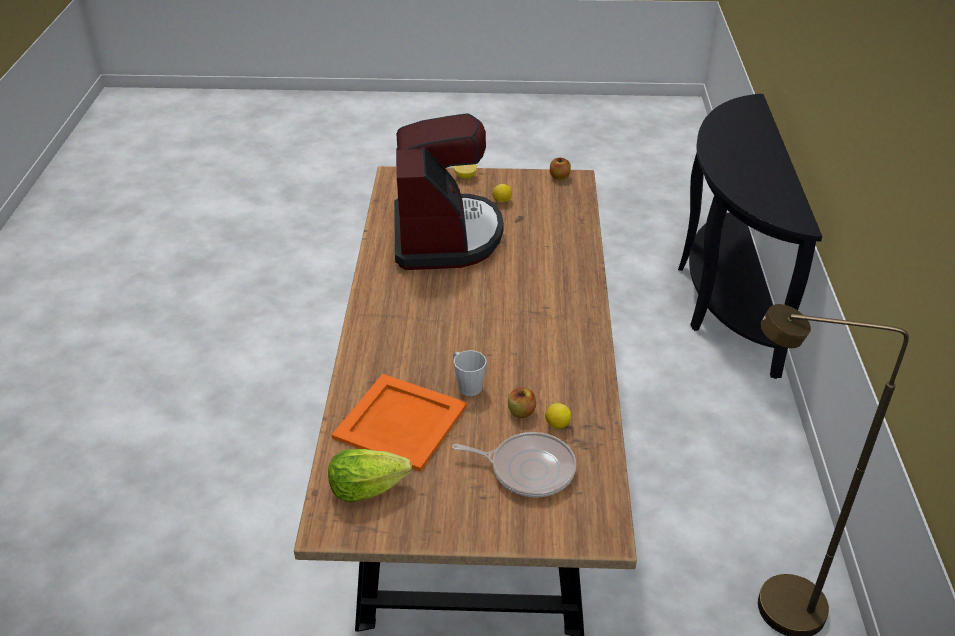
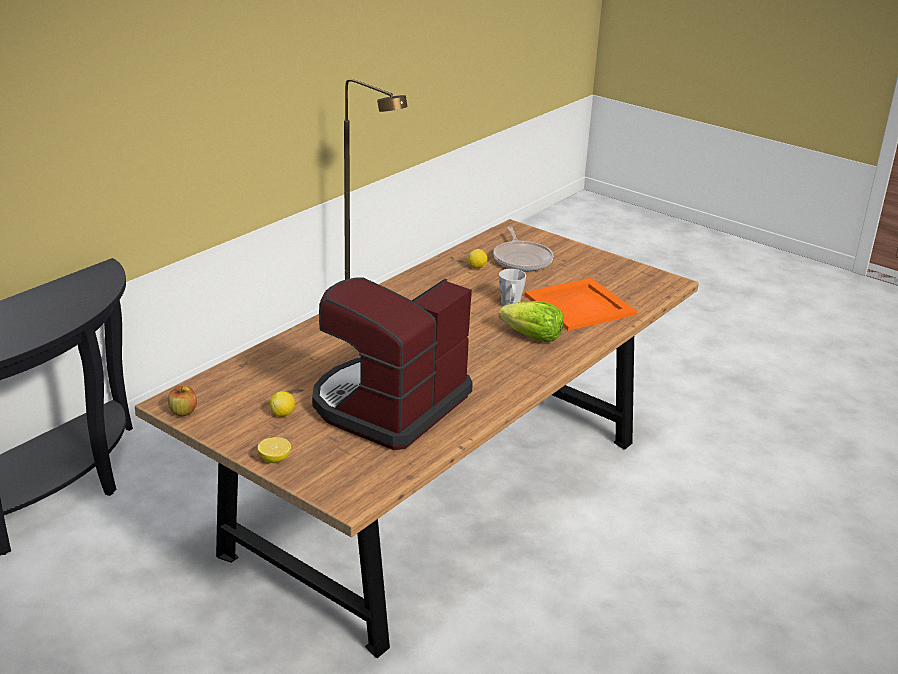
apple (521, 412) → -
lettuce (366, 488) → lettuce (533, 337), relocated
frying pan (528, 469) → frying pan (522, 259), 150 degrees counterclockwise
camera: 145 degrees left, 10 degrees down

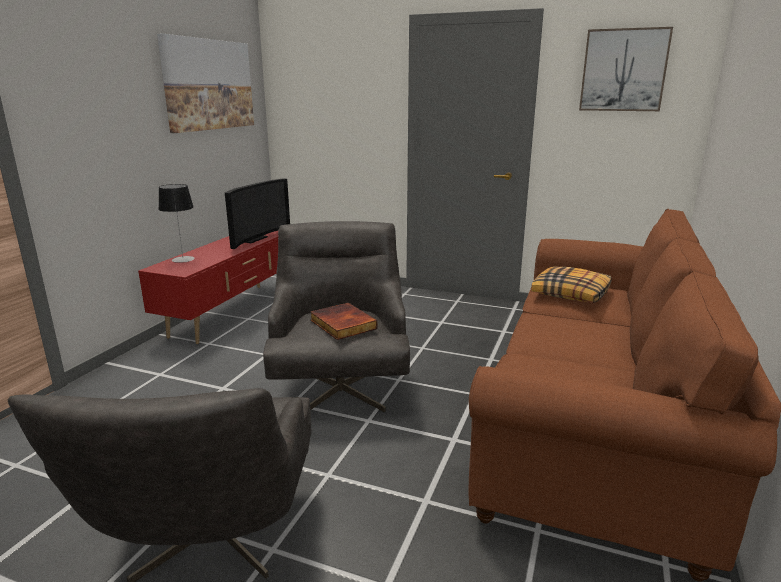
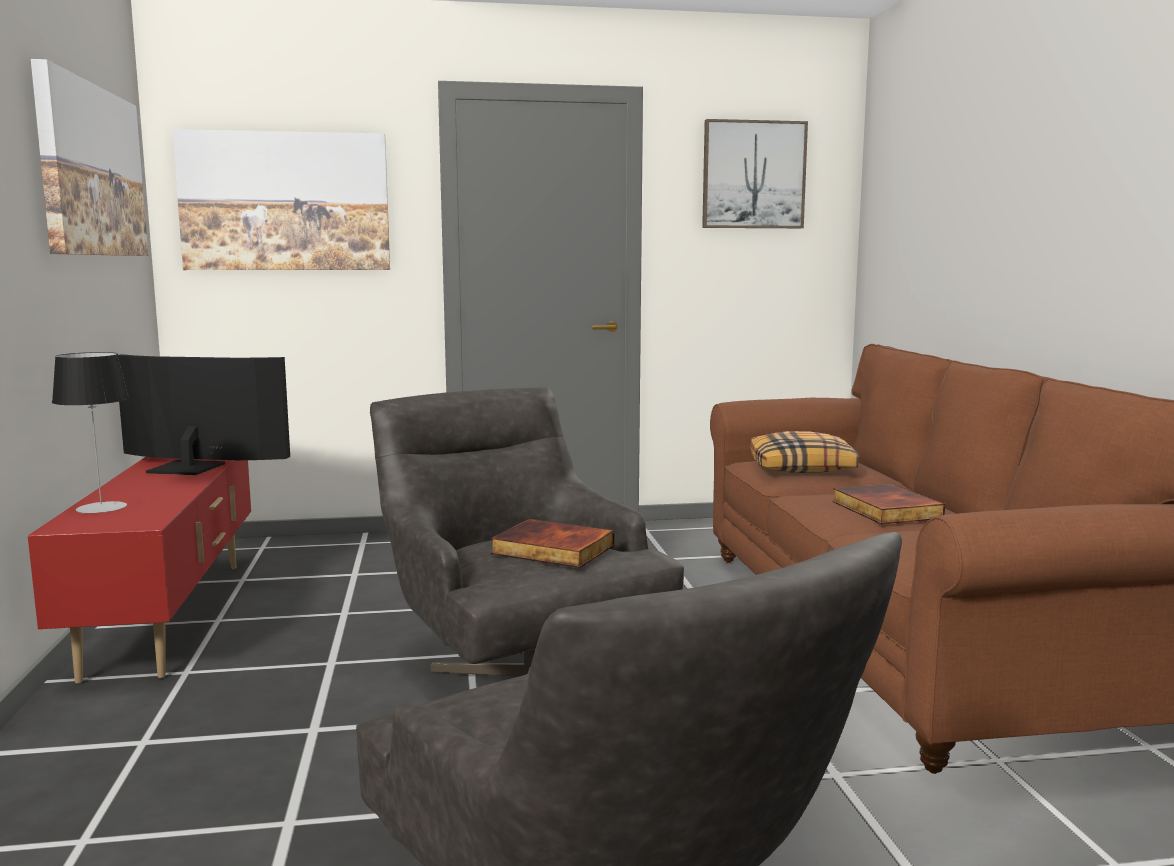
- → picture (285, 202)
- → book (884, 510)
television (252, 239) → television (193, 466), 75 degrees counterclockwise
camera: 30 degrees left, 10 degrees down

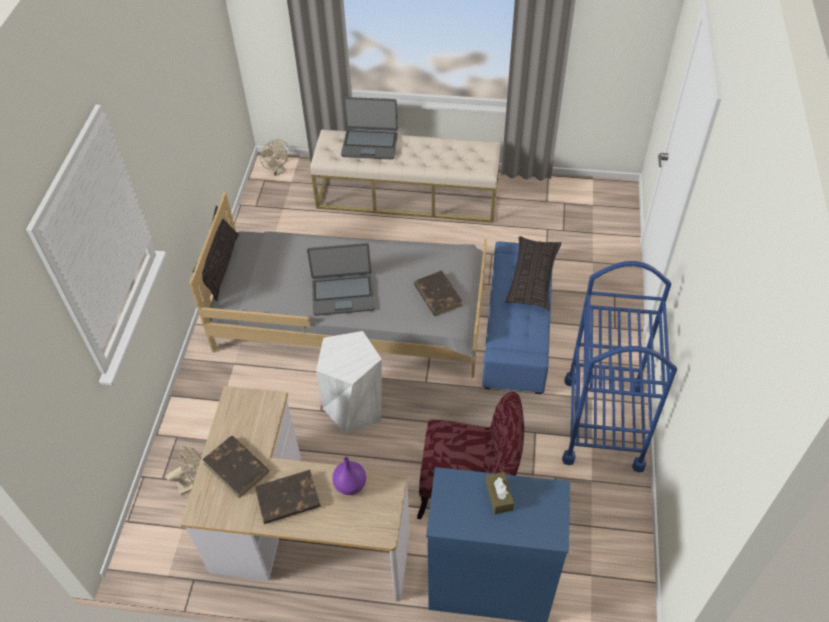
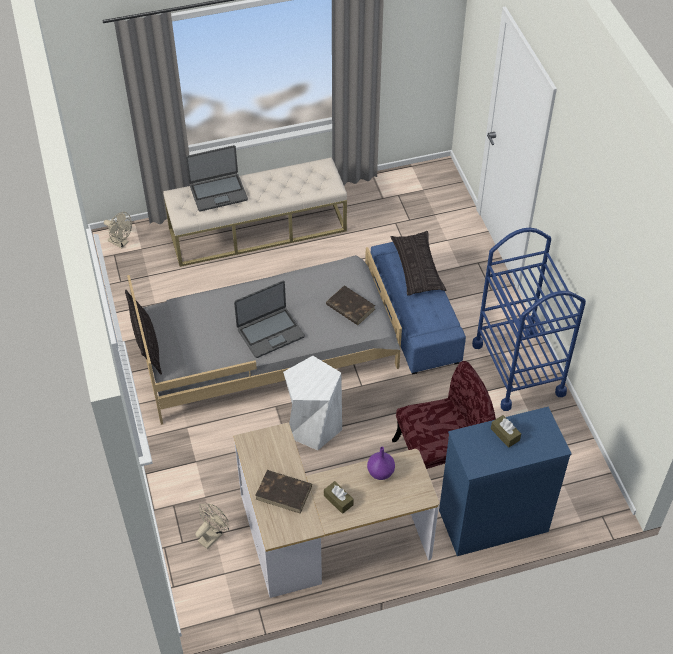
brown book (287, 499) → brown tissue box (338, 500)
camera: 25 degrees left, 0 degrees up

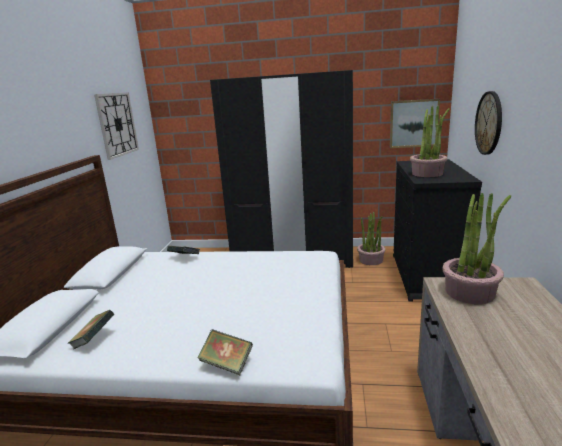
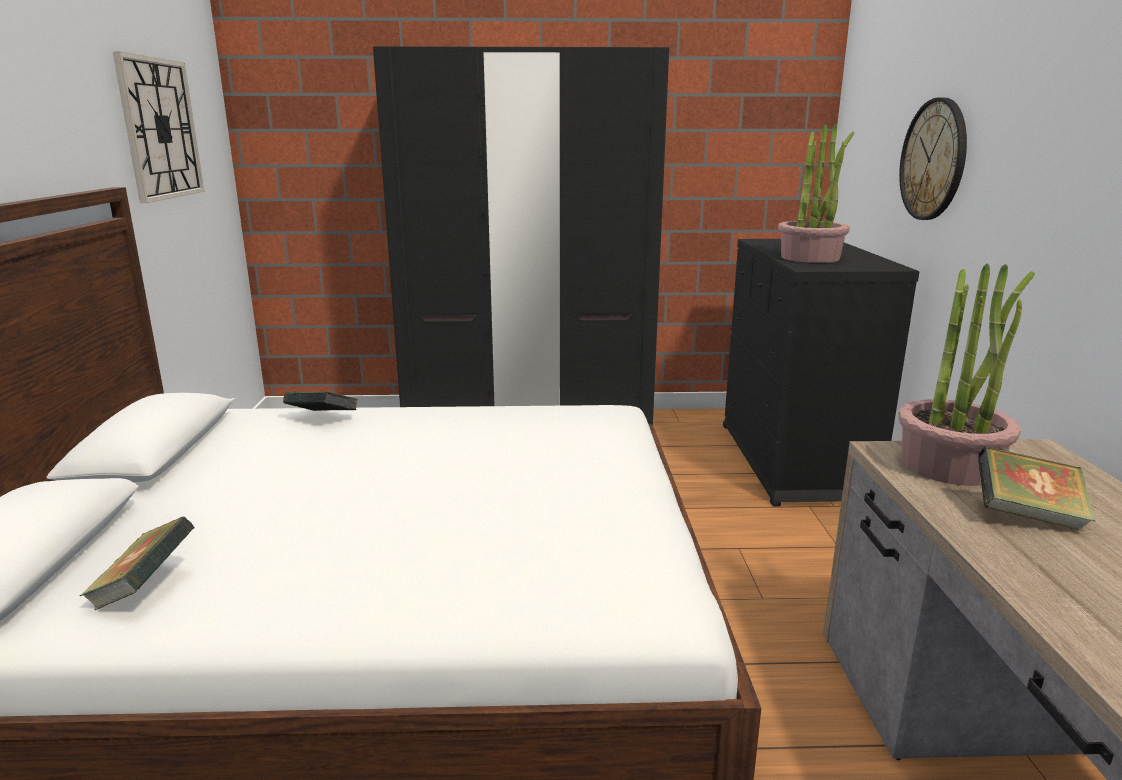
potted plant (371, 260) → -
picture (413, 123) → -
book (227, 364) → book (1027, 515), relocated
camera: 10 degrees left, 0 degrees up

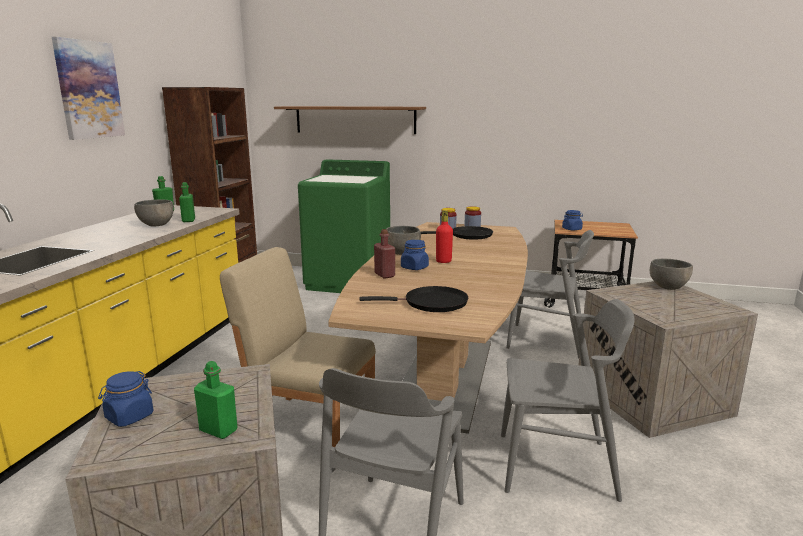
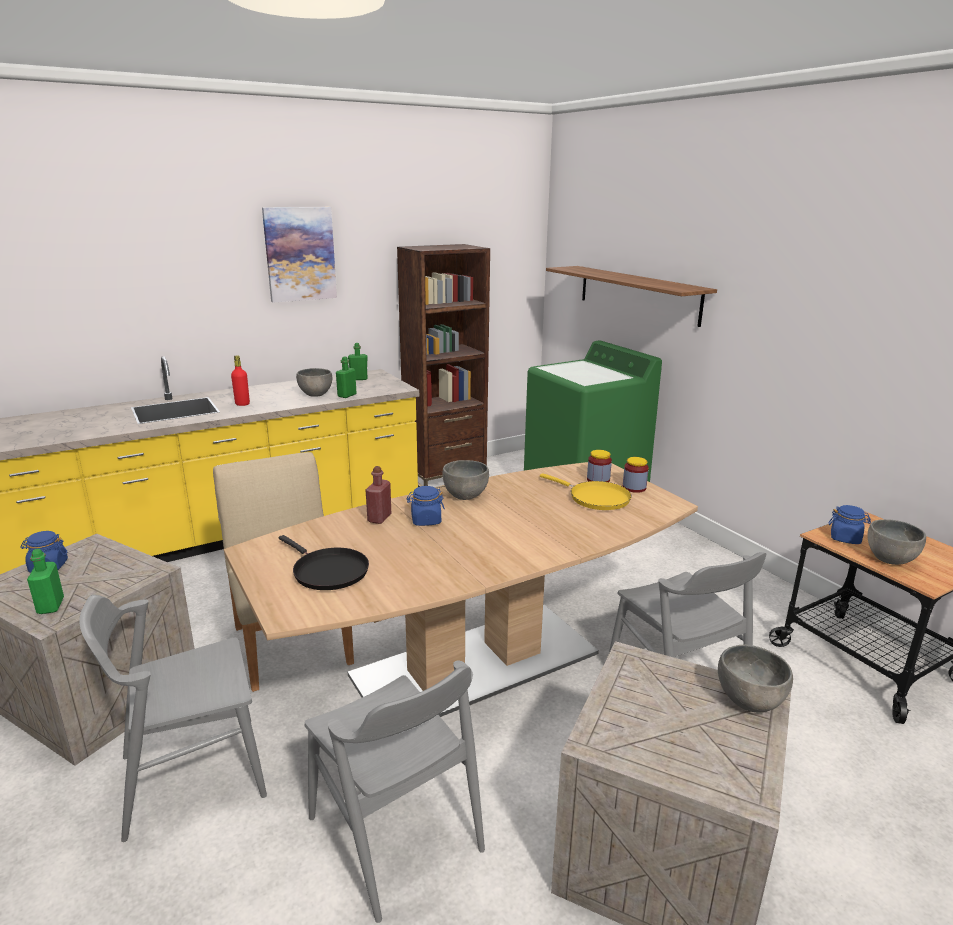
- → grey bowl (890, 559)
red bottle (443, 261) → red bottle (242, 404), relocated
black frying pan (467, 235) → yellow frying pan (595, 498)
camera: 45 degrees right, 5 degrees up

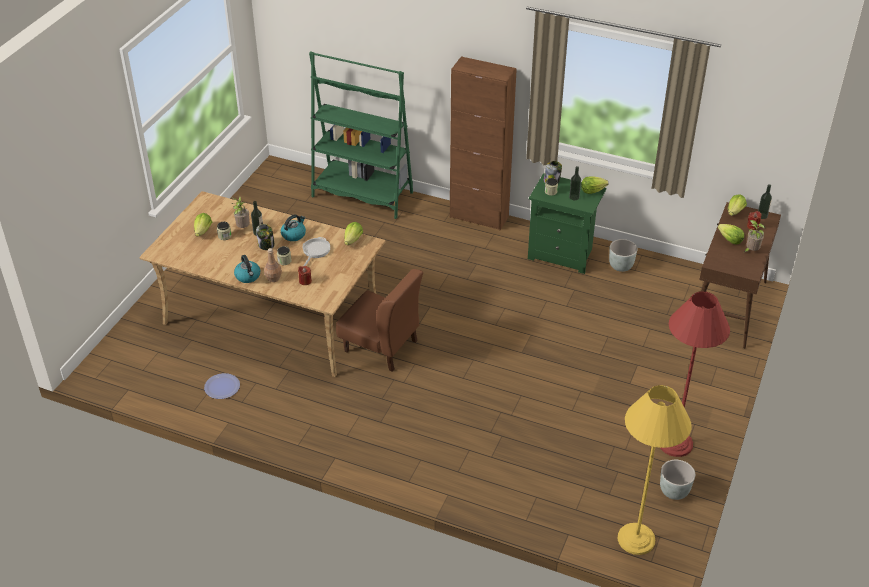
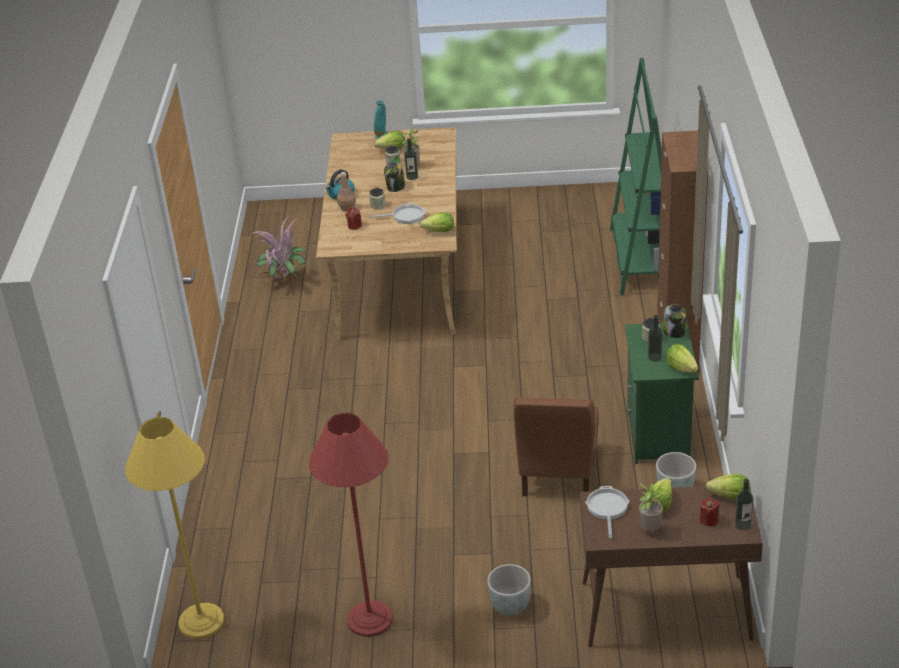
kettle (294, 234) → -
- → turquoise vase (381, 135)
- → frying pan (607, 508)
brown chair (381, 346) → brown chair (557, 472), relocated
grey planter (674, 491) → grey planter (511, 606), relocated
plate (222, 387) → potted plant (283, 281)
camera: 70 degrees right, 5 degrees down

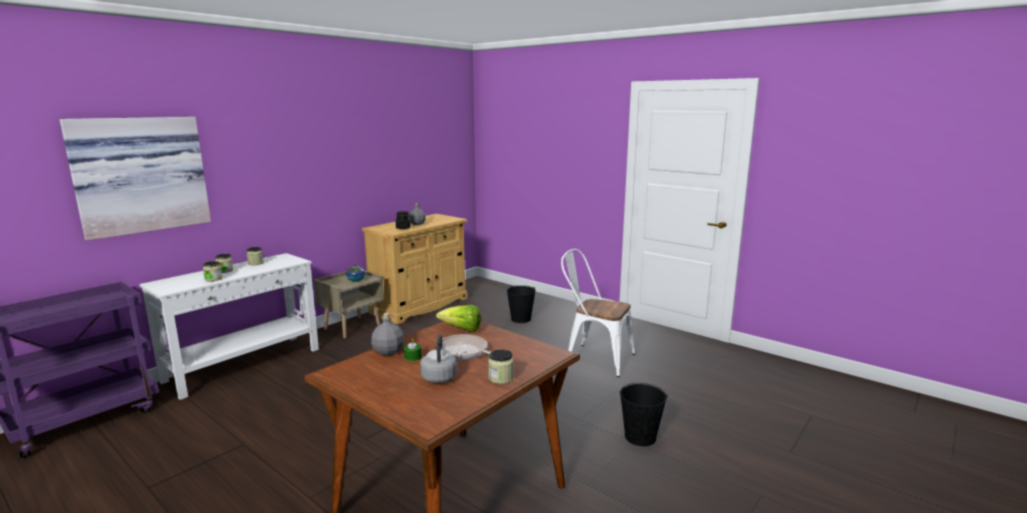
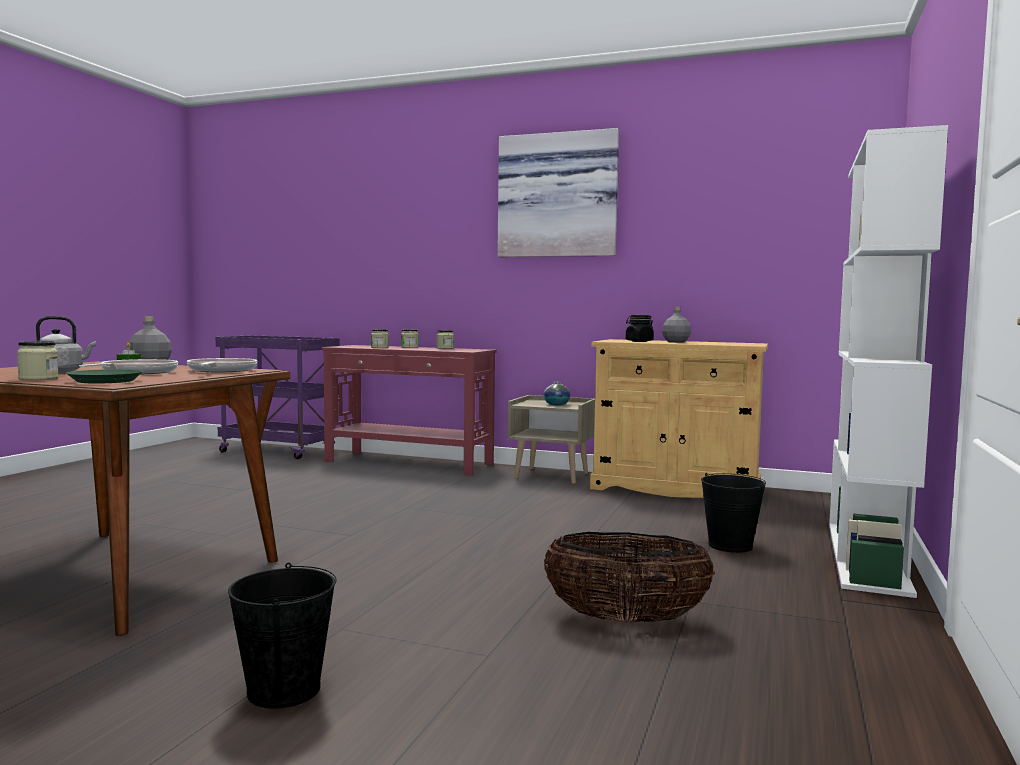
- → green plate (106, 381)
- → white bookcase (868, 557)
picture (140, 175) → picture (558, 196), relocated
lettuce (462, 330) → frying pan (220, 371)
white chair (594, 358) → basket (626, 620)
white console table (245, 365) → red console table (409, 463)
camera: 70 degrees right, 10 degrees down

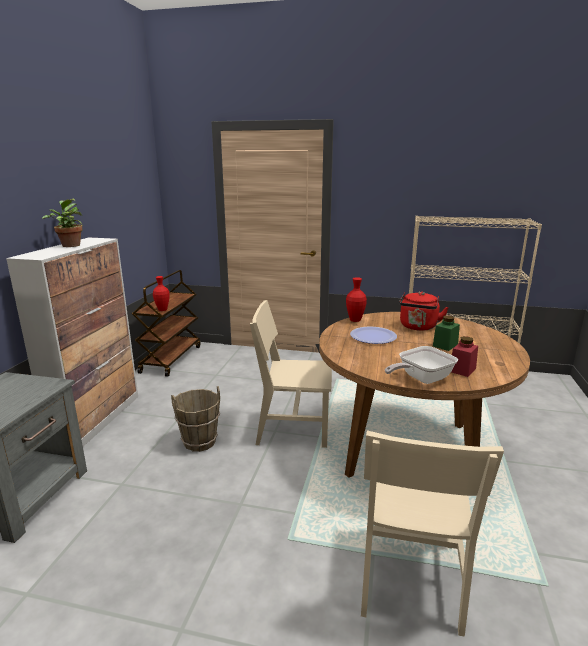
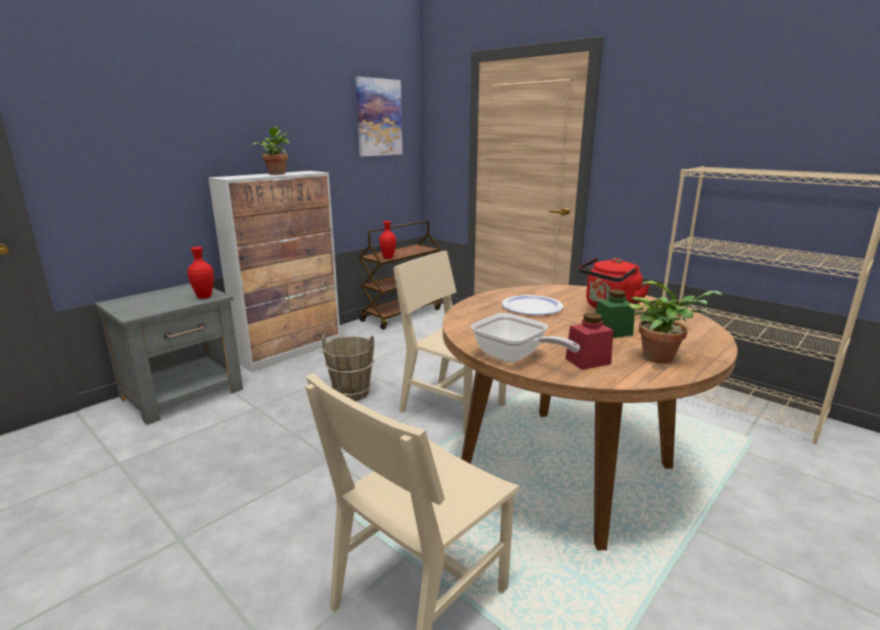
- → picture (378, 117)
- → potted plant (662, 357)
red vase (355, 320) → red vase (204, 297), relocated
frying pan (421, 379) → frying pan (514, 357), 135 degrees counterclockwise
camera: 30 degrees right, 0 degrees up

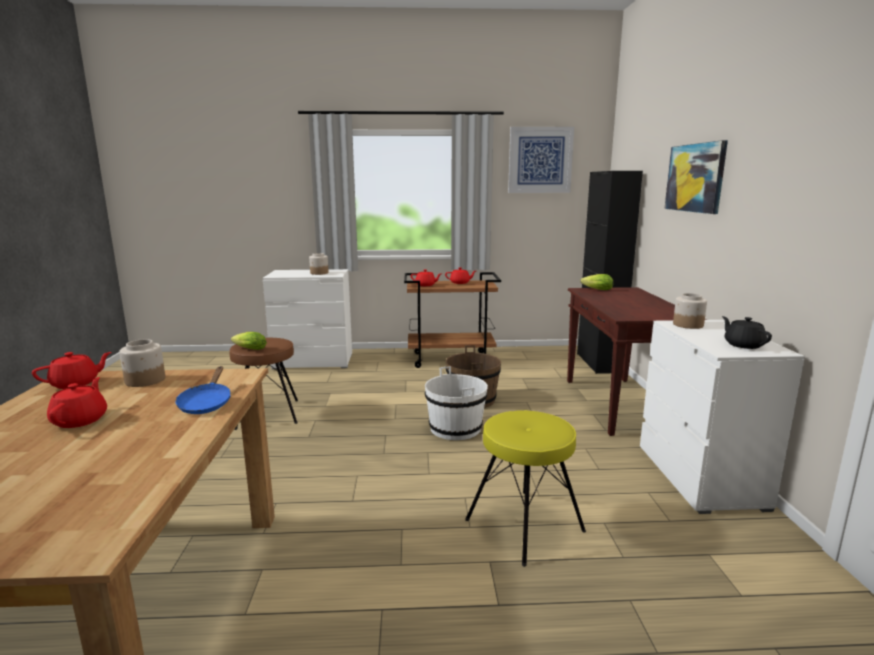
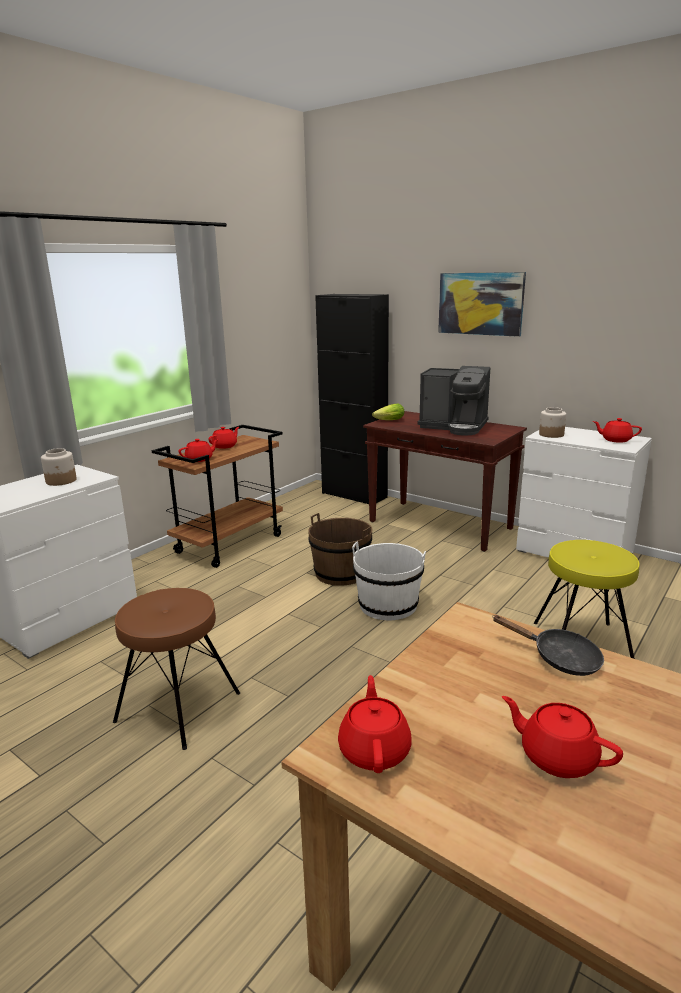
jar (145, 380) → -
lettuce (248, 349) → -
picture (540, 160) → -
- → coffee machine (454, 427)
blue frying pan (206, 403) → black frying pan (559, 658)
black teapot (743, 345) → red teapot (615, 440)
camera: 50 degrees left, 5 degrees up

